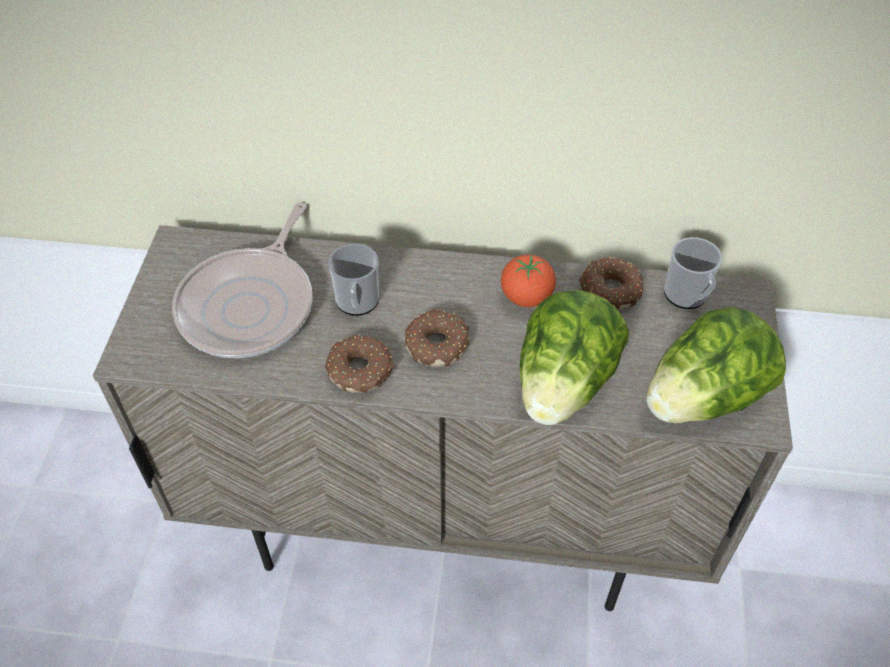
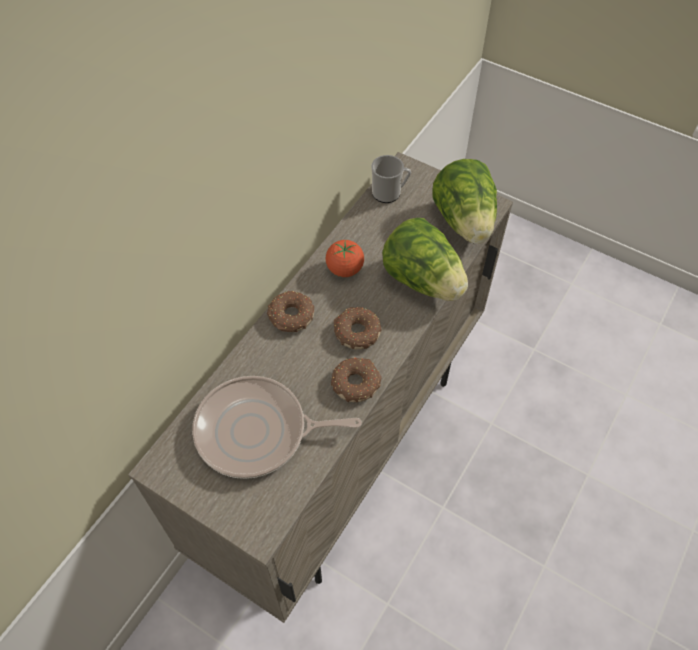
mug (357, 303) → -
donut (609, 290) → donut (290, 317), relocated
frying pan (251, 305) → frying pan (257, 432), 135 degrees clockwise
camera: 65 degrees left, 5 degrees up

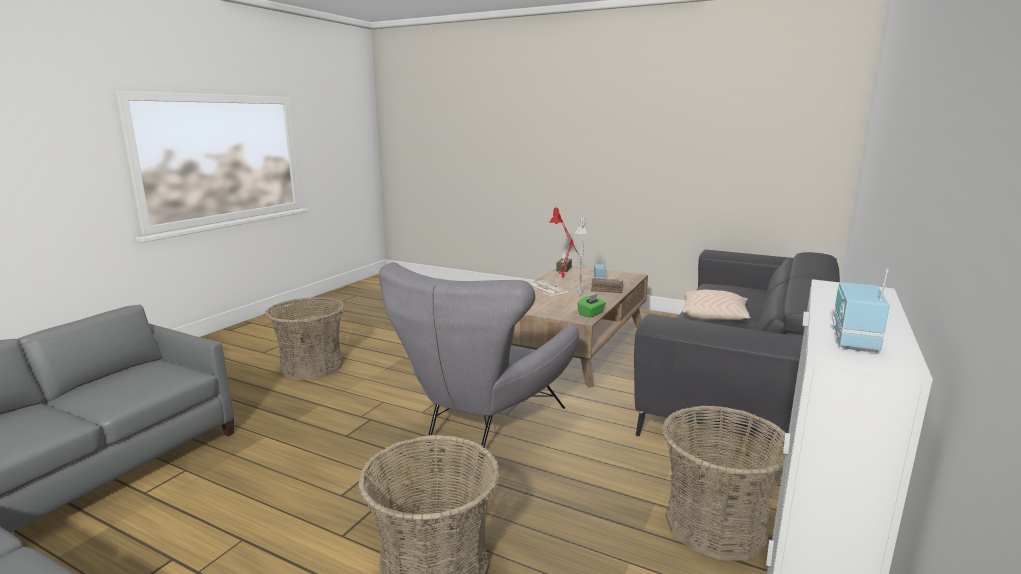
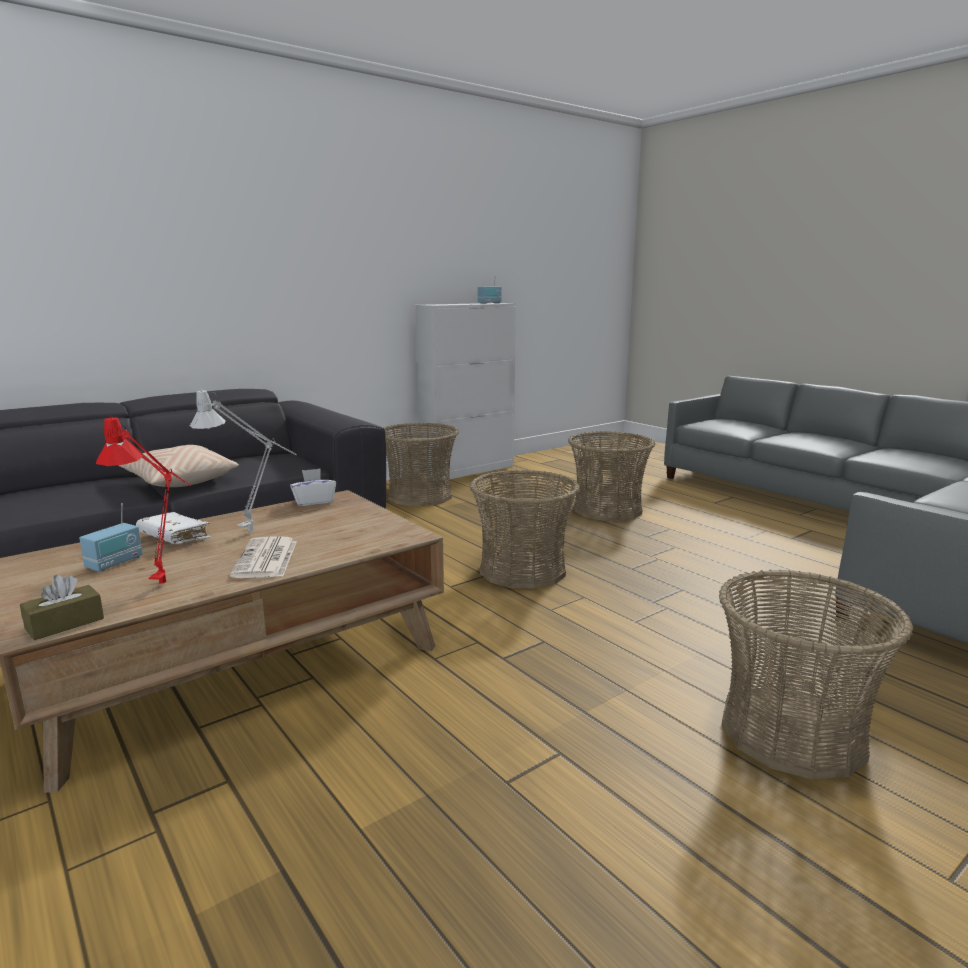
grey armchair (480, 426) → basket (523, 570)
green tissue box (591, 314) → white tissue box (314, 501)
brown book (607, 289) → white book (174, 537)
camera: 155 degrees left, 0 degrees up

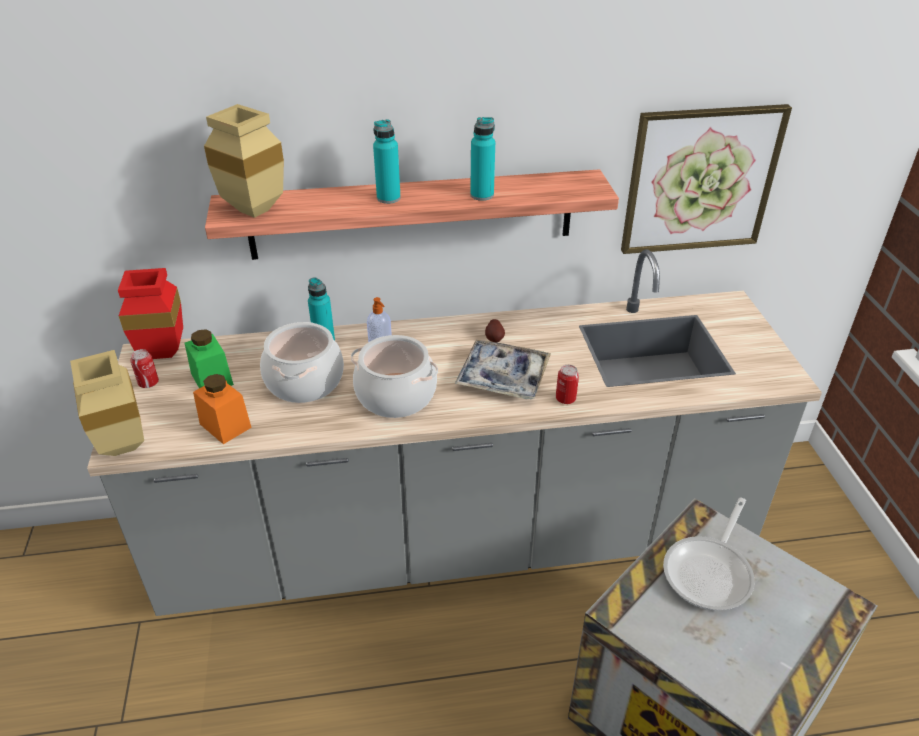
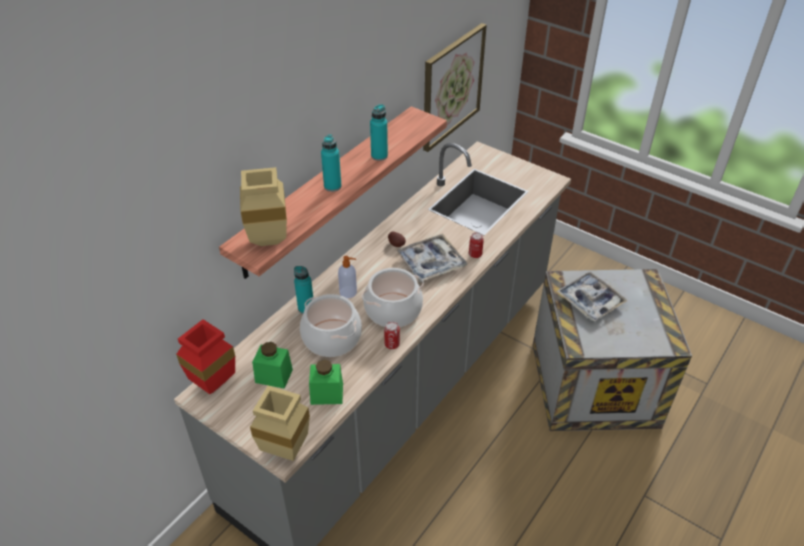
can (148, 383) → can (392, 344), relocated
frying pan (710, 572) → tray (590, 301)
orange jar (225, 426) → green jar (327, 394)
camera: 45 degrees left, 5 degrees up

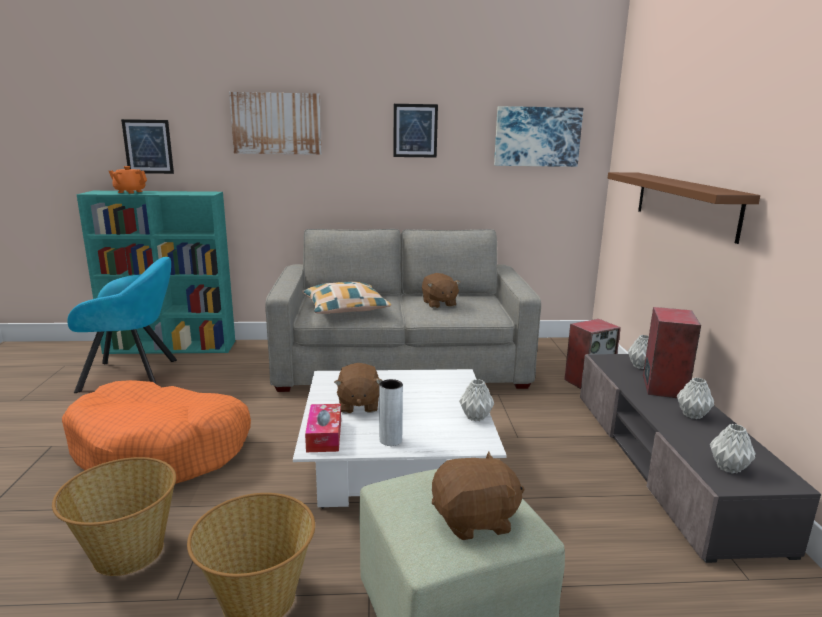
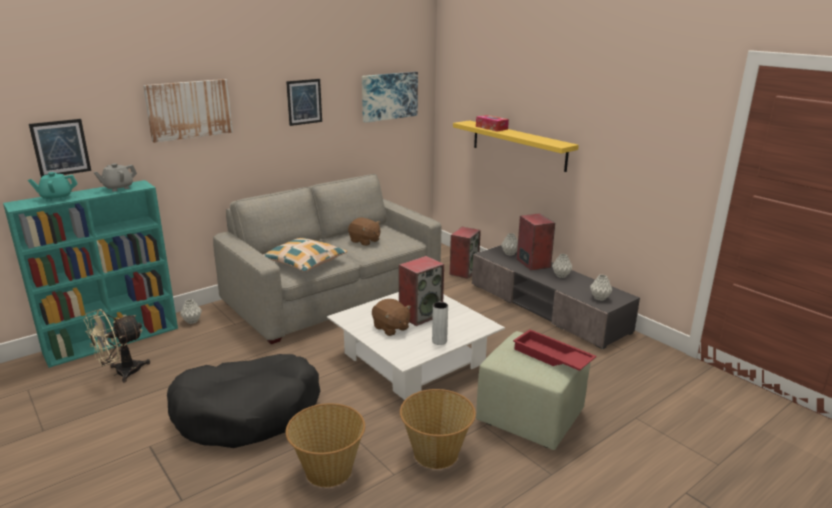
- → grey teapot (118, 188)
- → speaker (420, 315)
tissue box (324, 436) → tissue box (491, 128), relocated
grey vase (475, 417) → grey vase (192, 321), relocated
turquoise armchair (134, 375) → beige fan (121, 373)
brown plush toy (475, 520) → red tray (551, 357)
orange dog bed (162, 449) → black dog bed (248, 412)
orange teapot (130, 192) → turquoise teapot (56, 198)
brown shelf (684, 203) → yellow shelf (518, 145)
camera: 35 degrees left, 5 degrees up

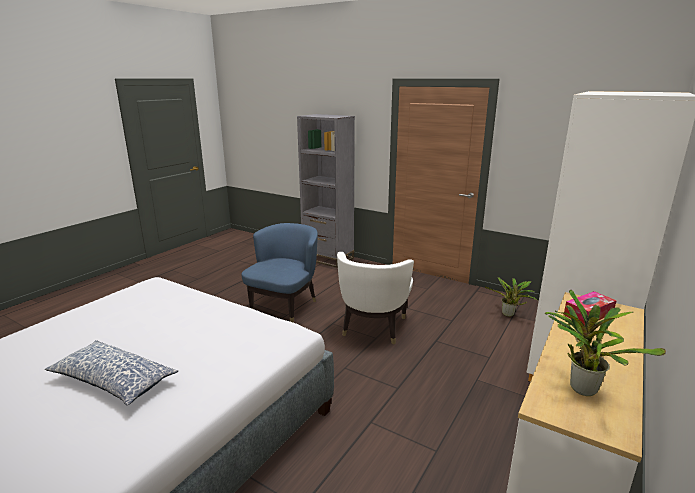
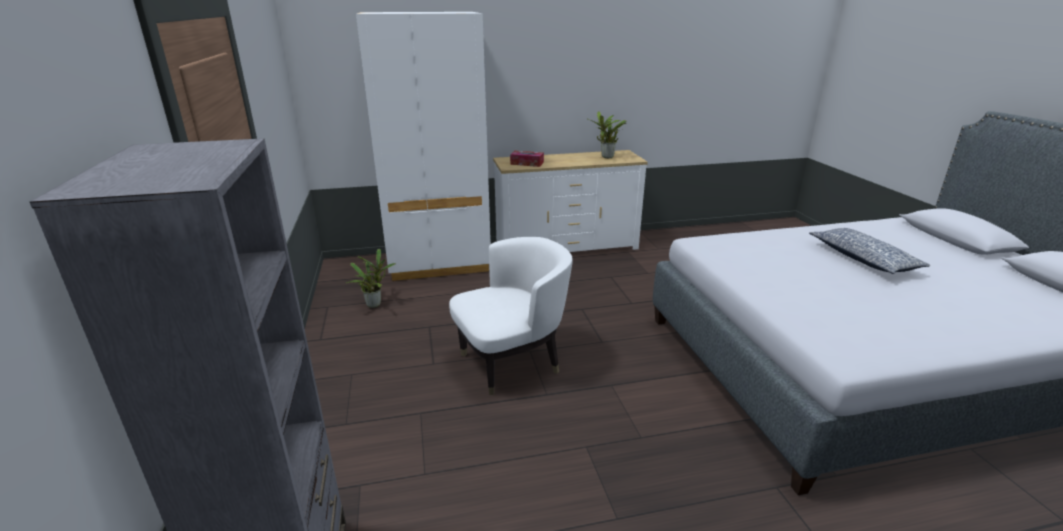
blue armchair (285, 306) → -
camera: 135 degrees left, 5 degrees up

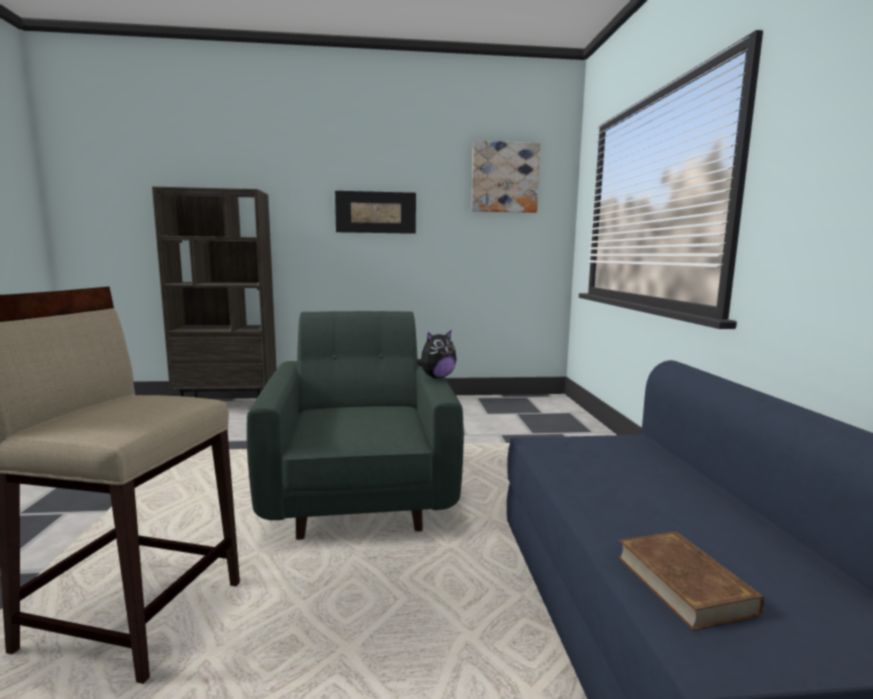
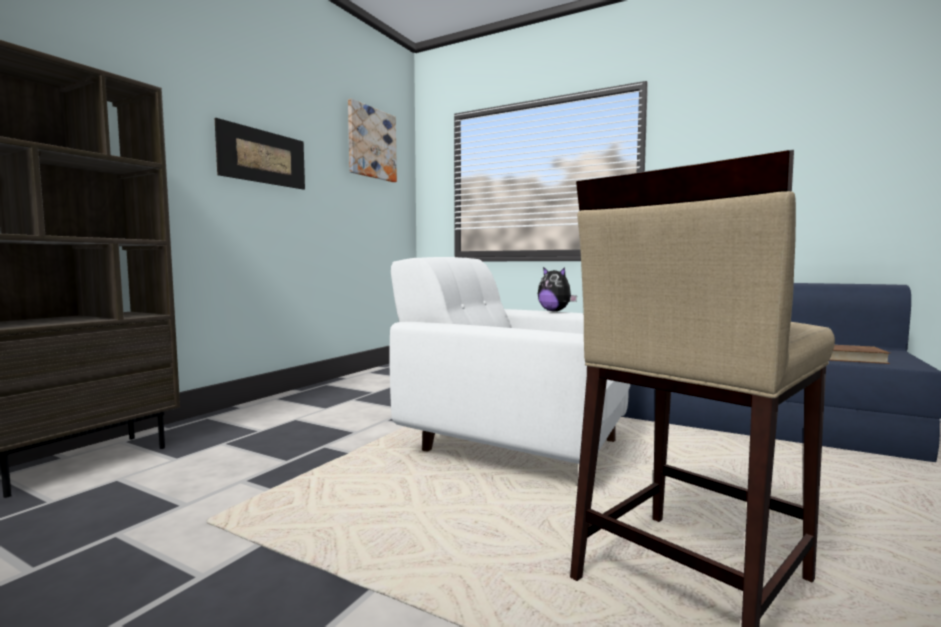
green armchair (361, 491) → white armchair (514, 444)
plush toy (437, 377) → plush toy (555, 311), 135 degrees clockwise
camera: 55 degrees left, 5 degrees down

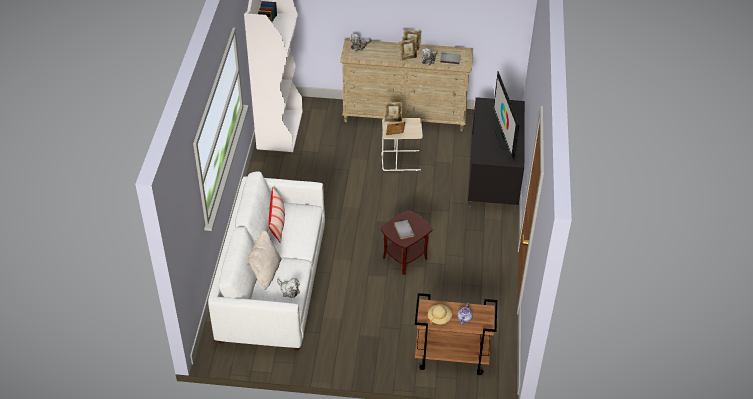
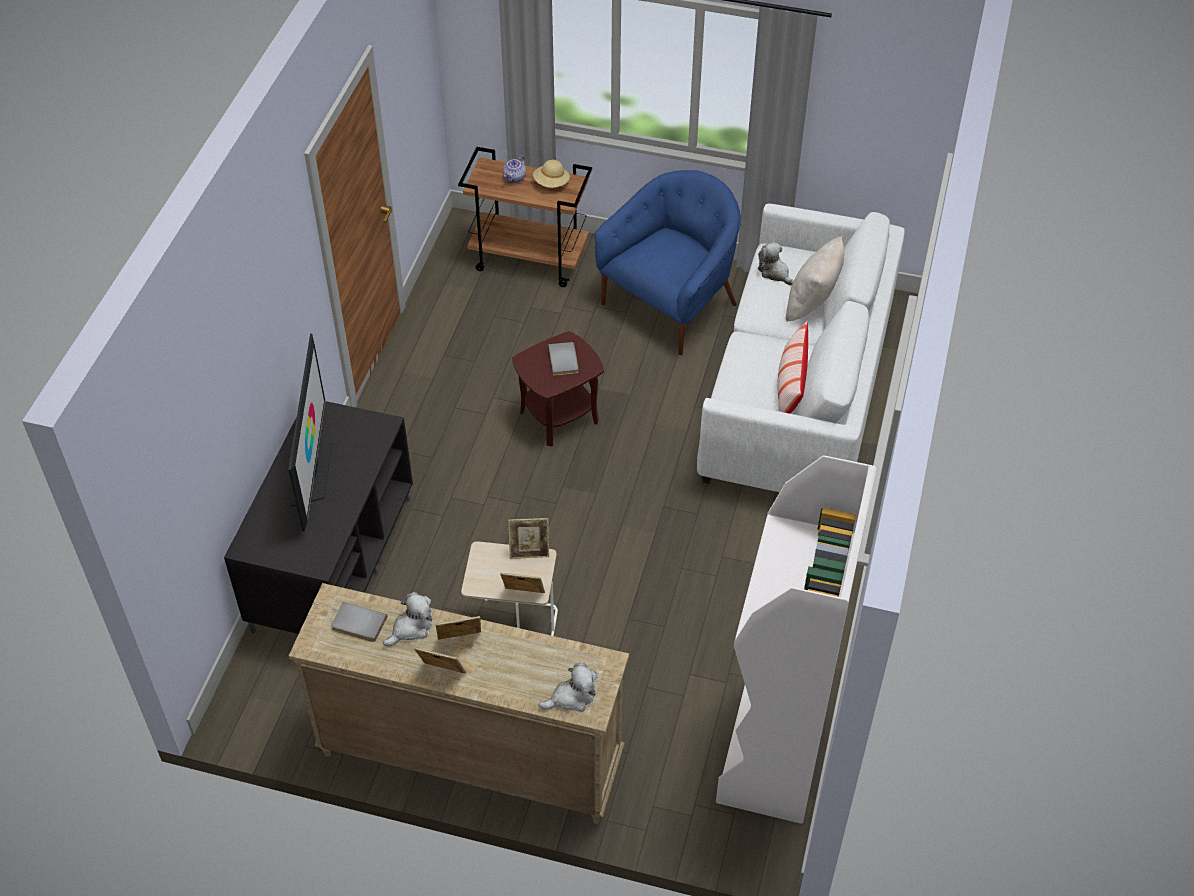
- → blue armchair (670, 304)
camera: 170 degrees left, 5 degrees up

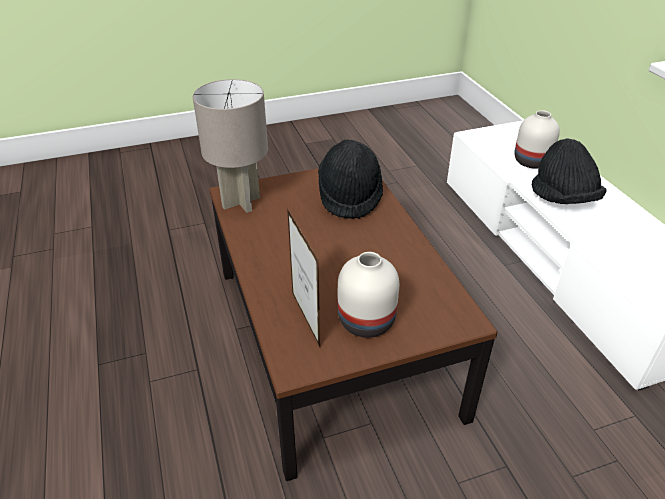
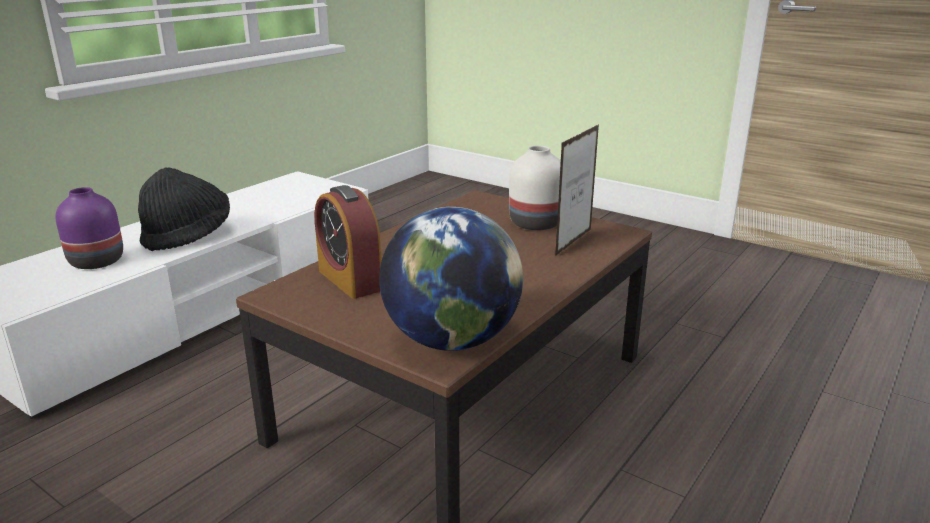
grey table lamp (242, 202) → globe (451, 340)
black hat (349, 195) → alarm clock (350, 280)
white vase (531, 162) → purple vase (98, 261)
camera: 125 degrees left, 15 degrees down

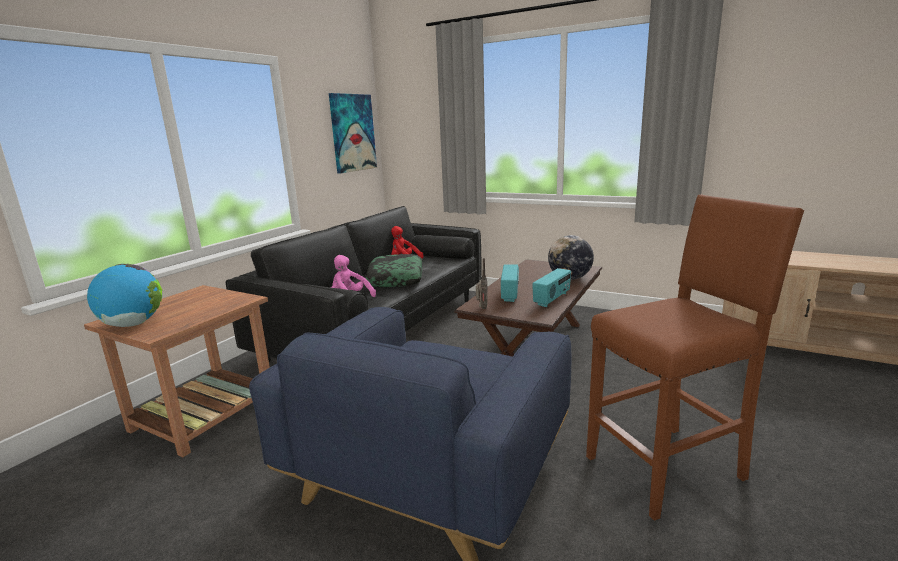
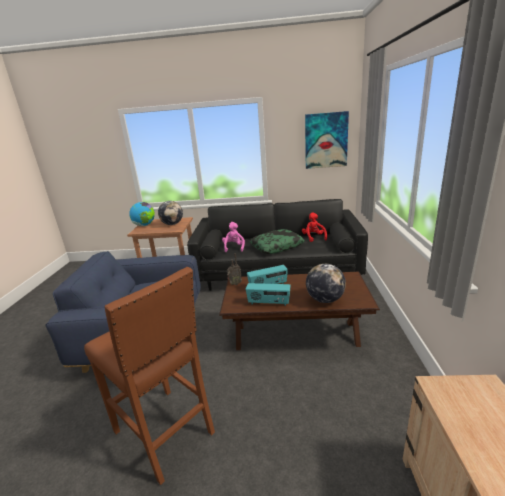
- → globe (172, 224)
camera: 65 degrees right, 5 degrees up

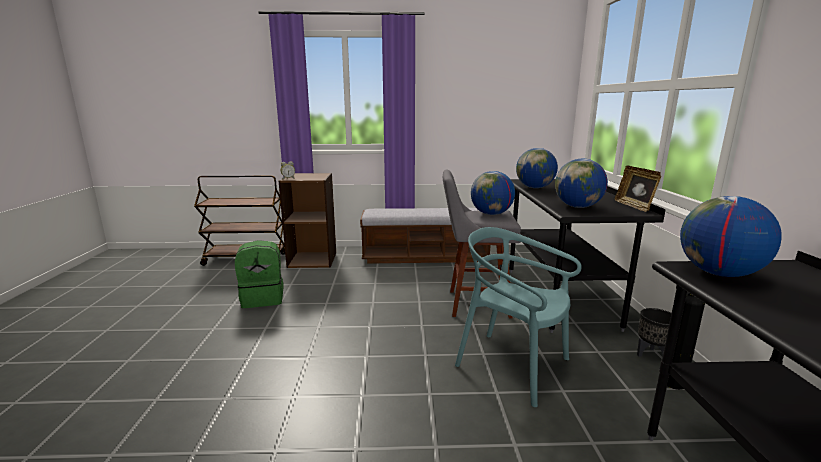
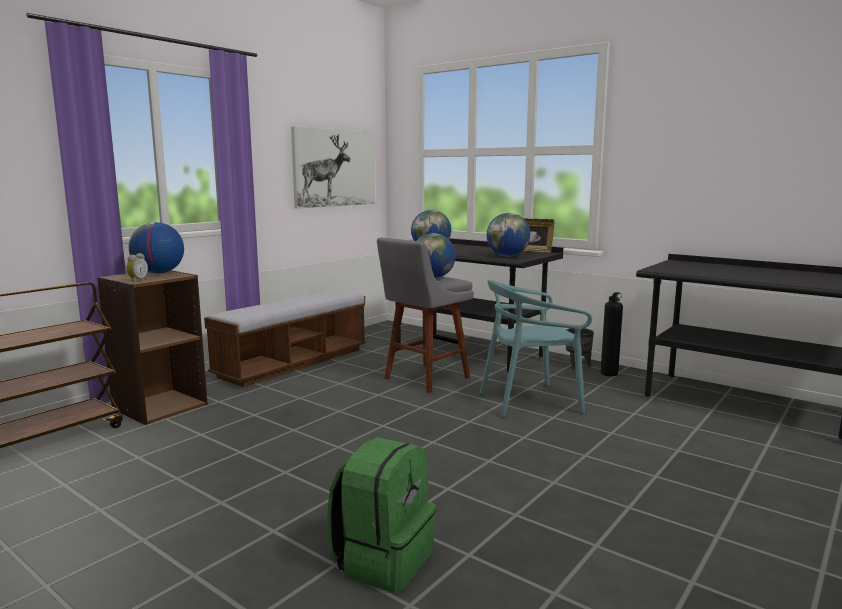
- → picture (335, 168)
green backpack (263, 298) → green backpack (383, 560), relocated
globe (718, 273) → globe (158, 273), relocated
camera: 50 degrees left, 5 degrees down

